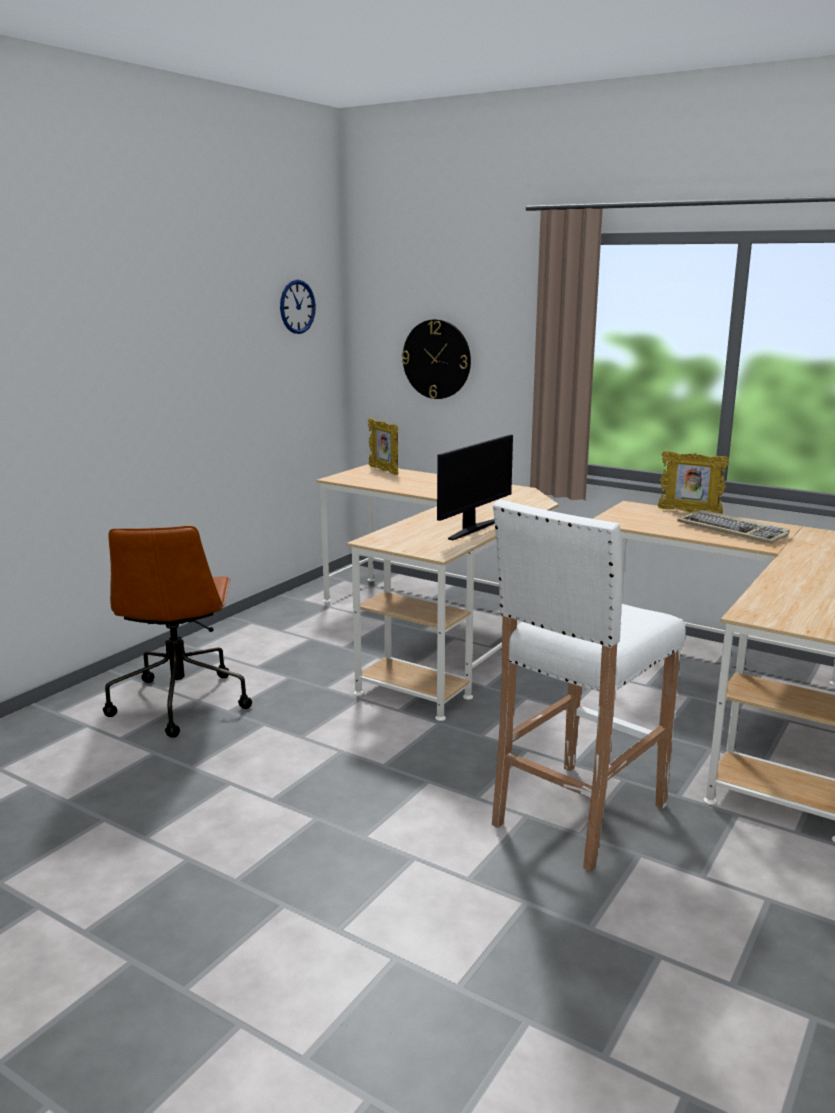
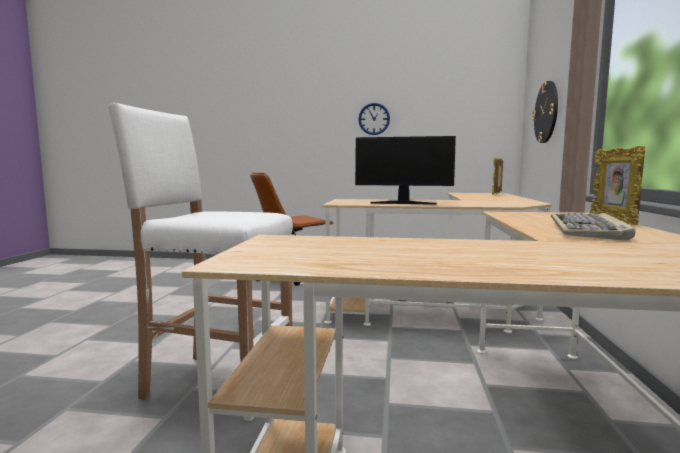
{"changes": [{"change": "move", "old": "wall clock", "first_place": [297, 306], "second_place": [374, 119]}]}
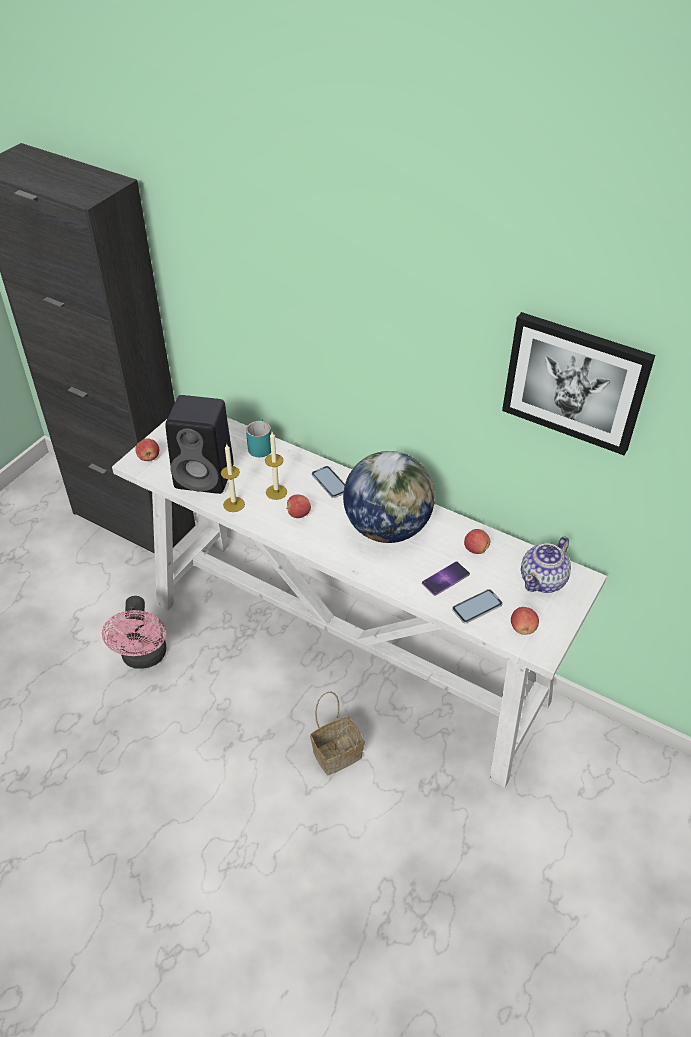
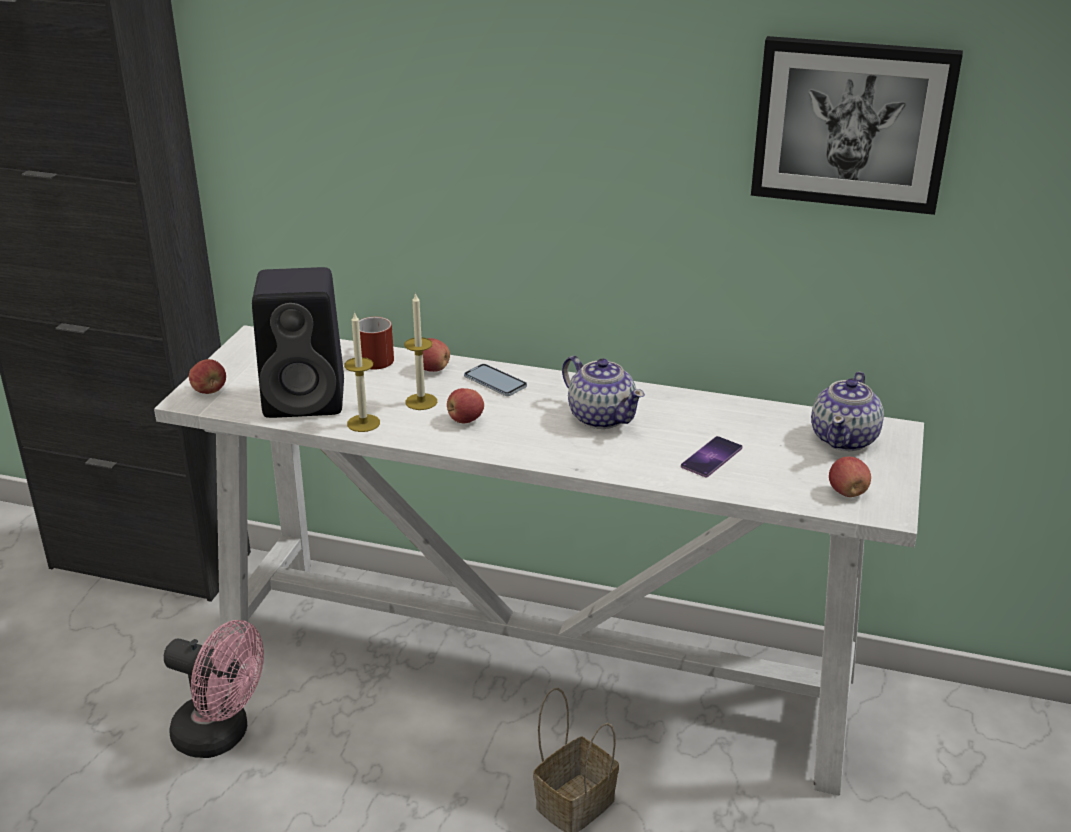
{"changes": [{"change": "delete", "old": "phone", "first_place": [477, 607]}, {"change": "move", "old": "apple", "first_place": [475, 549], "second_place": [432, 369]}, {"change": "replace", "old": "globe", "new": "teapot", "first_place": [387, 528], "second_place": [601, 417]}, {"change": "recolor", "old": "blue-green tea mug", "new": "red tea mug", "first_place": [259, 446], "second_place": [373, 357]}, {"change": "rotate", "old": "pink electric fan", "first_place": [144, 657], "second_place": [221, 735], "degrees": -45}]}
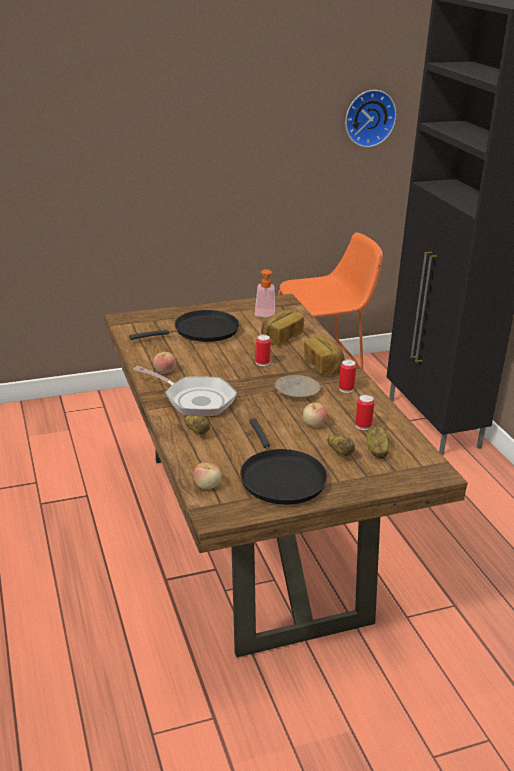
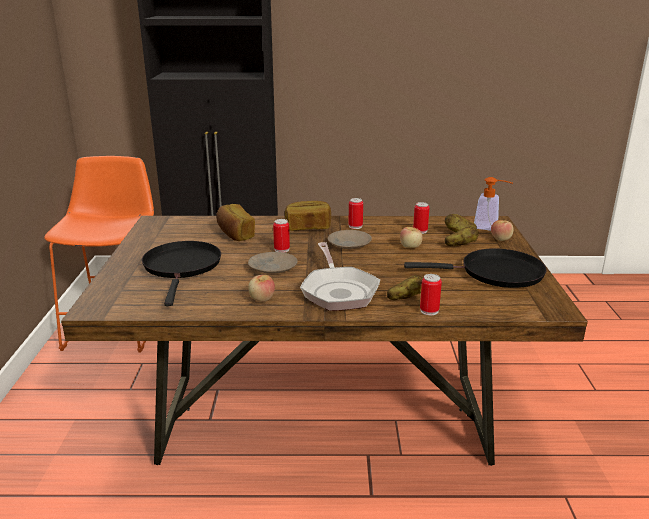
{"changes": [{"change": "delete", "old": "wall clock", "first_place": [368, 117]}, {"change": "insert", "new": "beige-coloured flat dish", "second_place": [272, 268]}, {"change": "insert", "new": "sealed can", "second_place": [429, 311]}, {"change": "move", "old": "apple", "first_place": [207, 486], "second_place": [500, 239]}, {"change": "move", "old": "liquid soap bottle", "first_place": [264, 315], "second_place": [490, 227]}, {"change": "rotate", "old": "skillet", "first_place": [195, 400], "second_place": [338, 291], "degrees": 120}]}
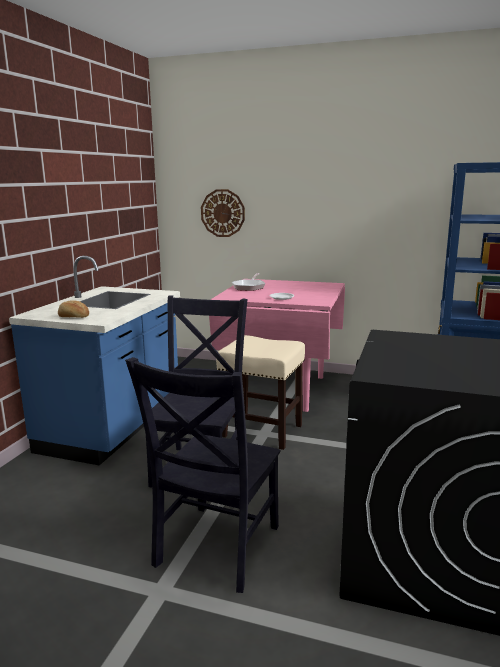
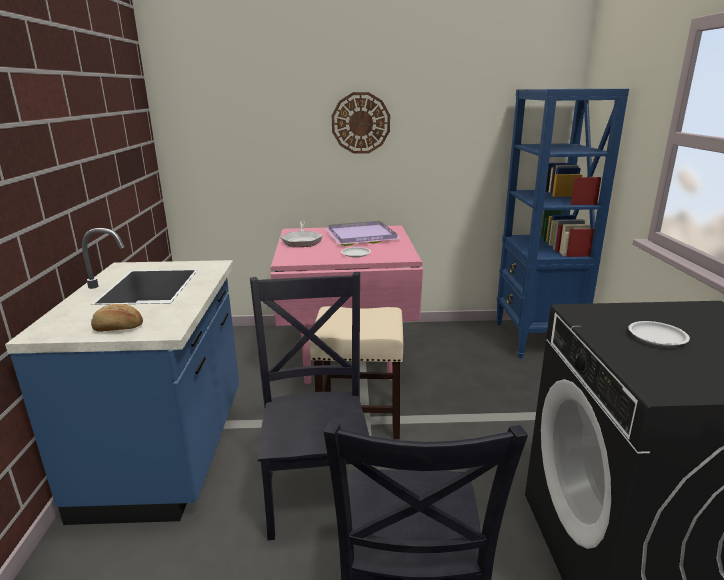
{"changes": [{"change": "insert", "new": "purple-coloured serving tray", "second_place": [360, 236]}, {"change": "insert", "new": "whitish flat dish", "second_place": [657, 337]}, {"change": "move", "old": "wall clock", "first_place": [222, 213], "second_place": [360, 123]}]}
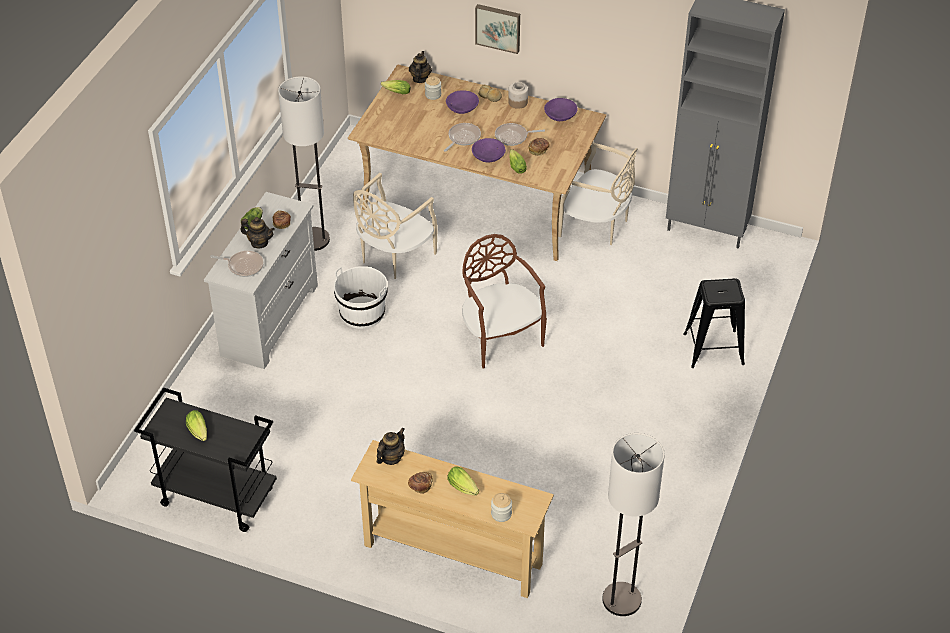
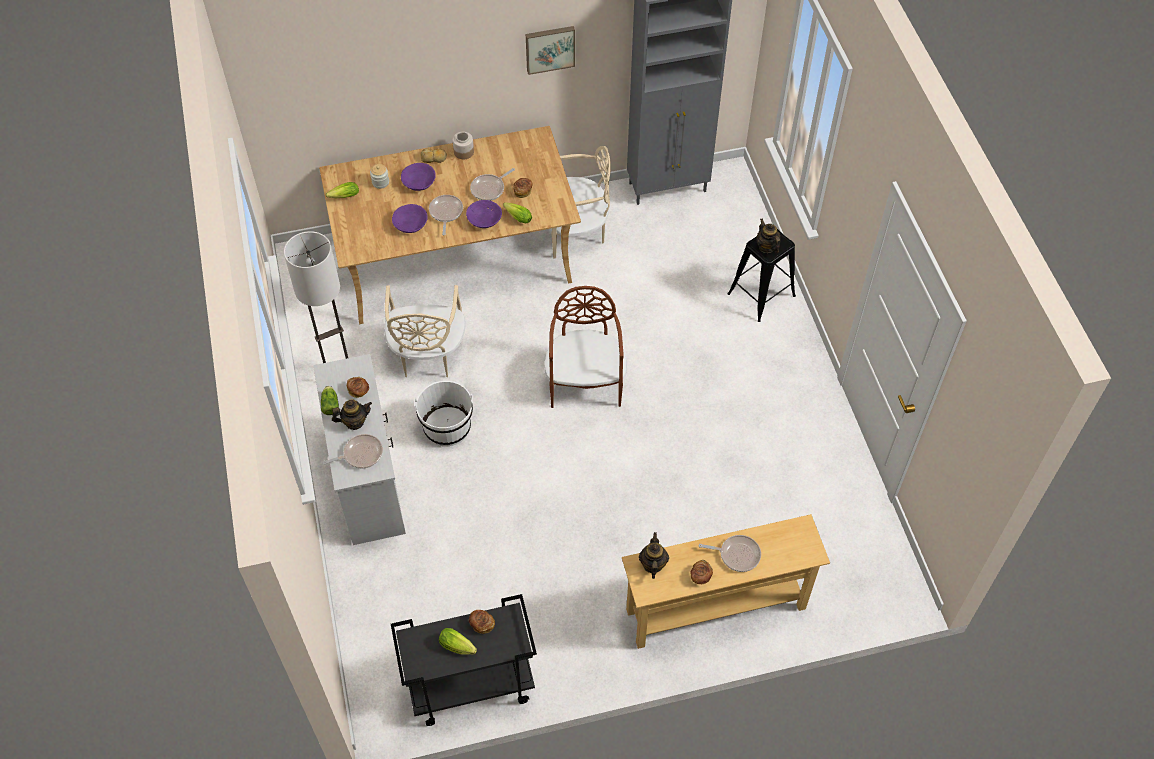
{"changes": [{"change": "delete", "old": "jar", "first_place": [501, 514]}, {"change": "delete", "old": "standard lamp", "first_place": [621, 600]}, {"change": "insert", "new": "bakery bread", "second_place": [481, 624]}, {"change": "move", "old": "teapot", "first_place": [420, 78], "second_place": [766, 246]}, {"change": "move", "old": "wall picture", "first_place": [498, 27], "second_place": [549, 48]}, {"change": "move", "old": "purple-coloured serving bowl", "first_place": [560, 115], "second_place": [410, 224]}, {"change": "replace", "old": "lettuce", "new": "skillet", "first_place": [464, 488], "second_place": [737, 554]}, {"change": "rotate", "old": "brownish chair", "first_place": [500, 337], "second_place": [585, 382], "degrees": 60}]}
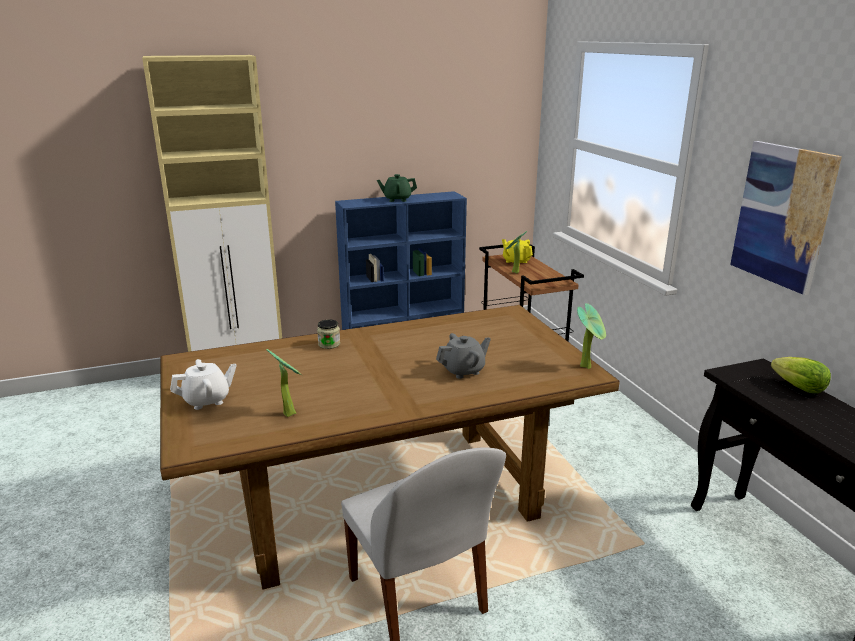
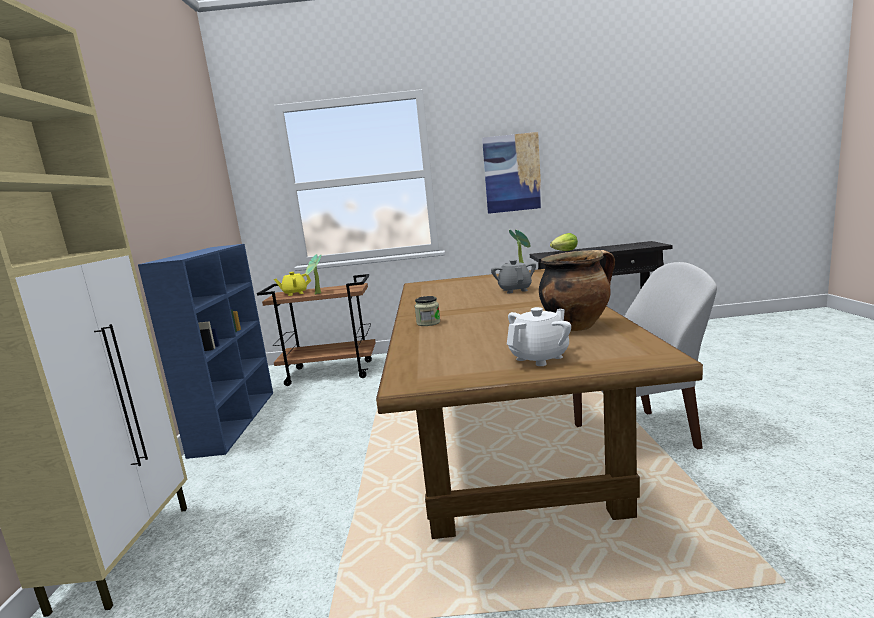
{"changes": [{"change": "delete", "old": "green teapot", "first_place": [397, 199]}, {"change": "replace", "old": "potted plant", "new": "stockpot", "first_place": [290, 412], "second_place": [576, 326]}, {"change": "rotate", "old": "whitish teapot", "first_place": [207, 400], "second_place": [540, 358], "degrees": 60}]}
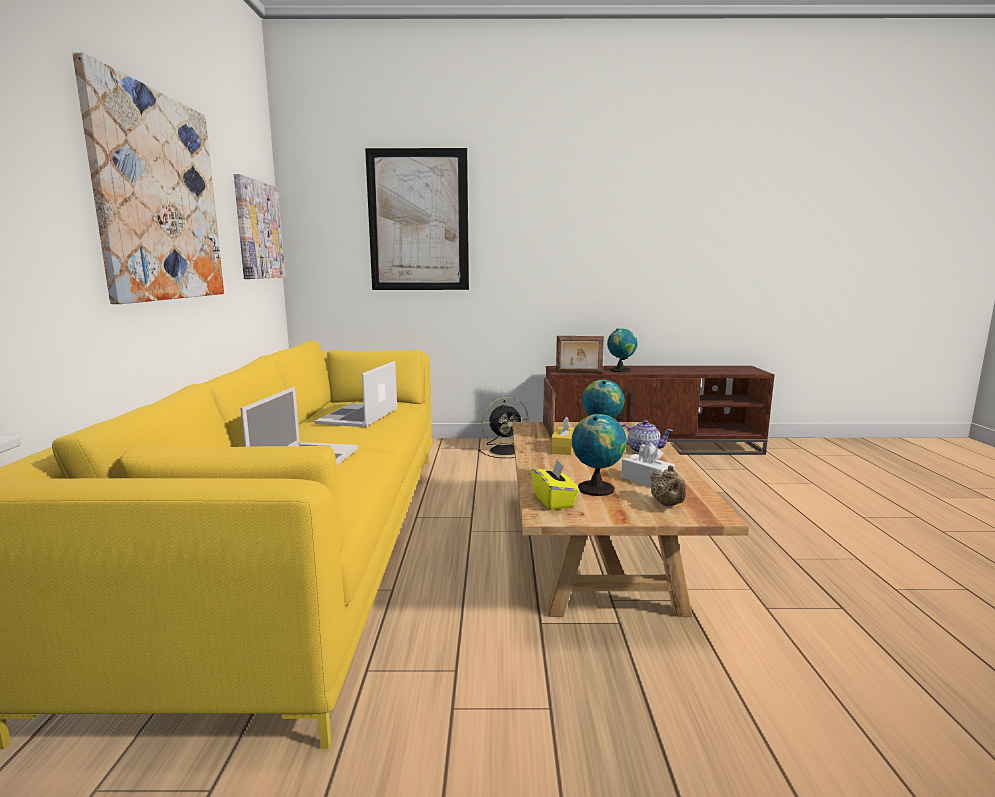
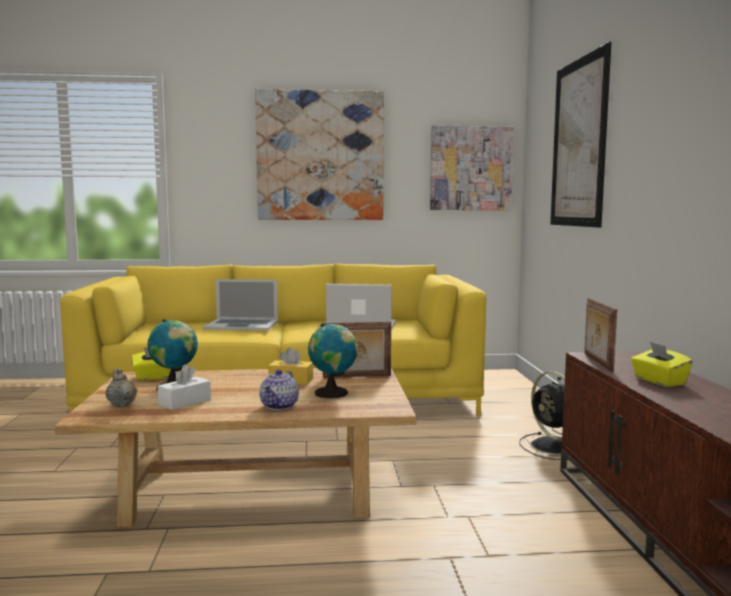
{"changes": [{"change": "replace", "old": "globe", "new": "yellowish box of tissues", "first_place": [621, 370], "second_place": [659, 381]}, {"change": "rotate", "old": "beige-coloured teapot", "first_place": [667, 504], "second_place": [121, 404], "degrees": 75}]}
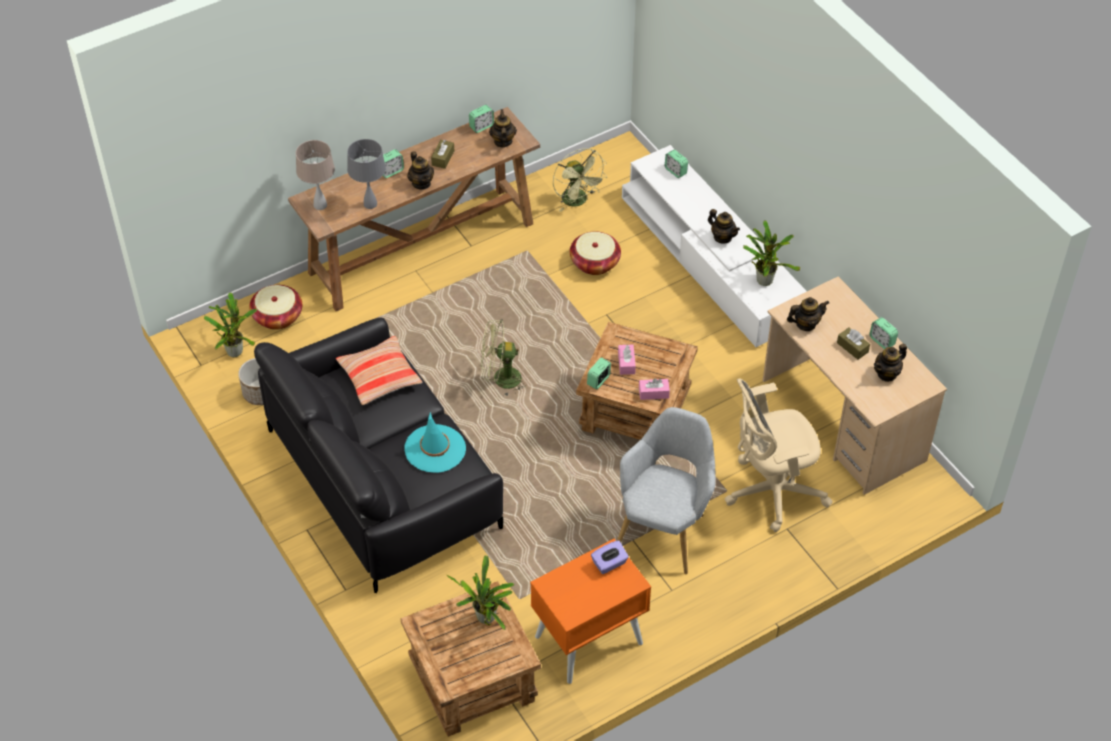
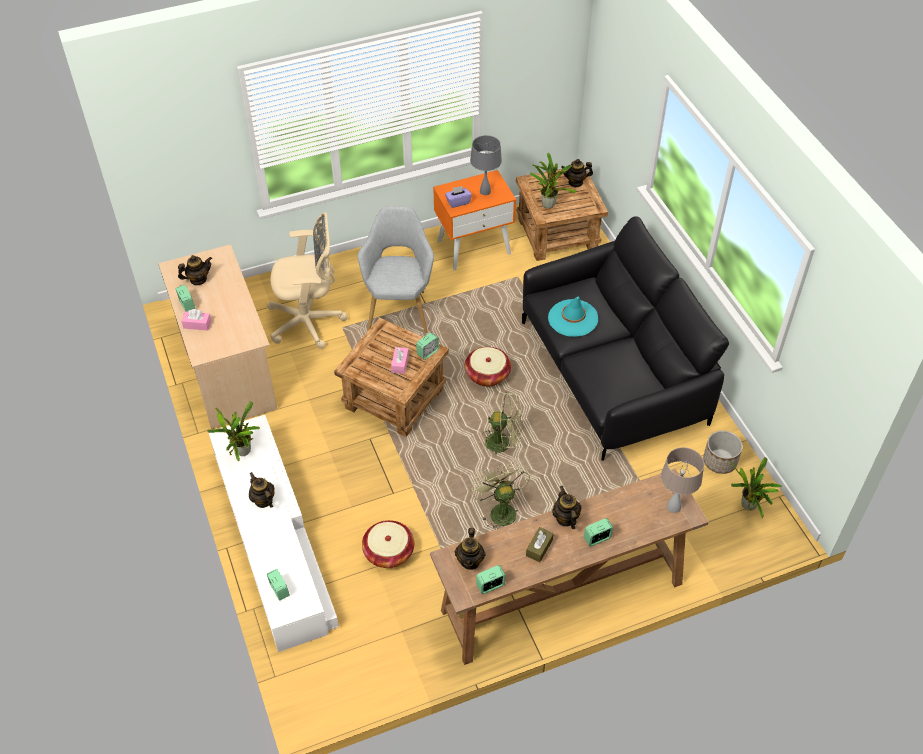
{"changes": [{"change": "delete", "old": "cushion", "first_place": [379, 376]}, {"change": "delete", "old": "brownish box of tissues", "first_place": [852, 347]}, {"change": "move", "old": "basket", "first_place": [277, 316], "second_place": [487, 374]}, {"change": "move", "old": "gray table lamp", "first_place": [370, 204], "second_place": [485, 191]}, {"change": "move", "old": "green electric fan", "first_place": [578, 201], "second_place": [499, 510]}, {"change": "move", "old": "pink box of tissues", "first_place": [653, 393], "second_place": [197, 324]}, {"change": "move", "old": "teapot", "first_place": [806, 324], "second_place": [575, 182]}, {"change": "rotate", "old": "gray armchair", "first_place": [664, 529], "second_place": [399, 307], "degrees": 150}]}
